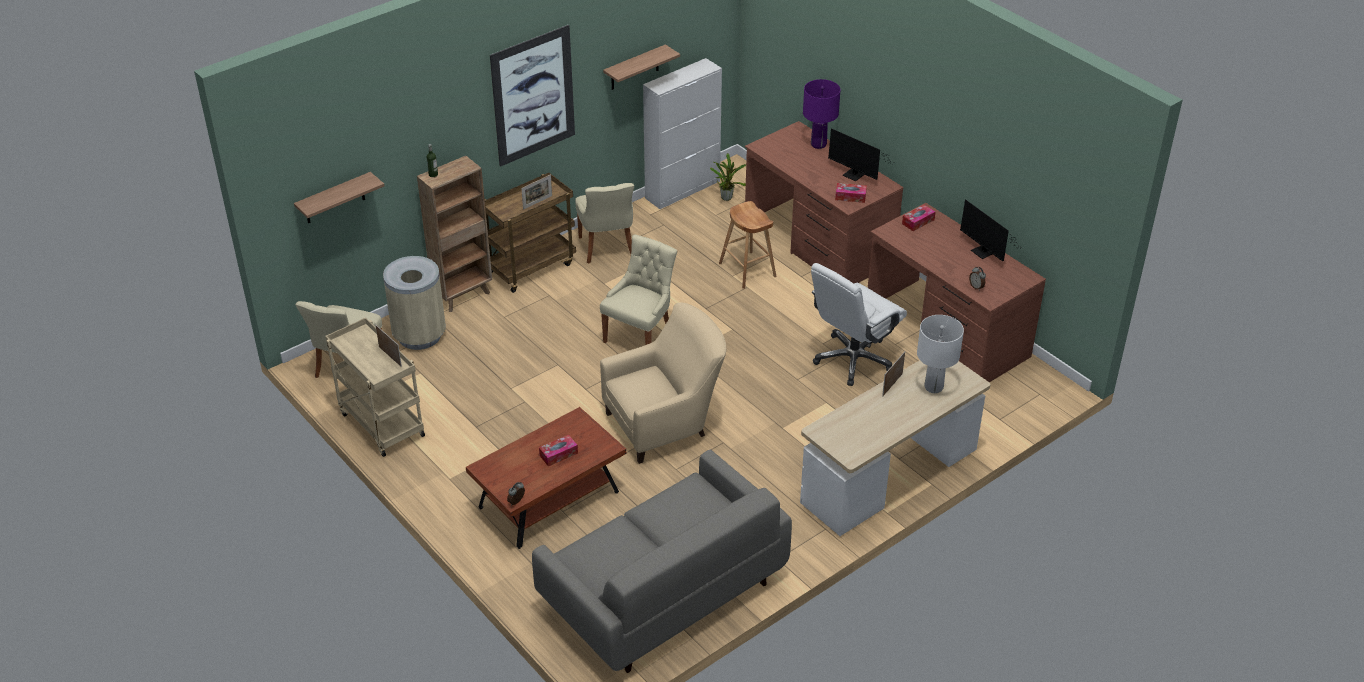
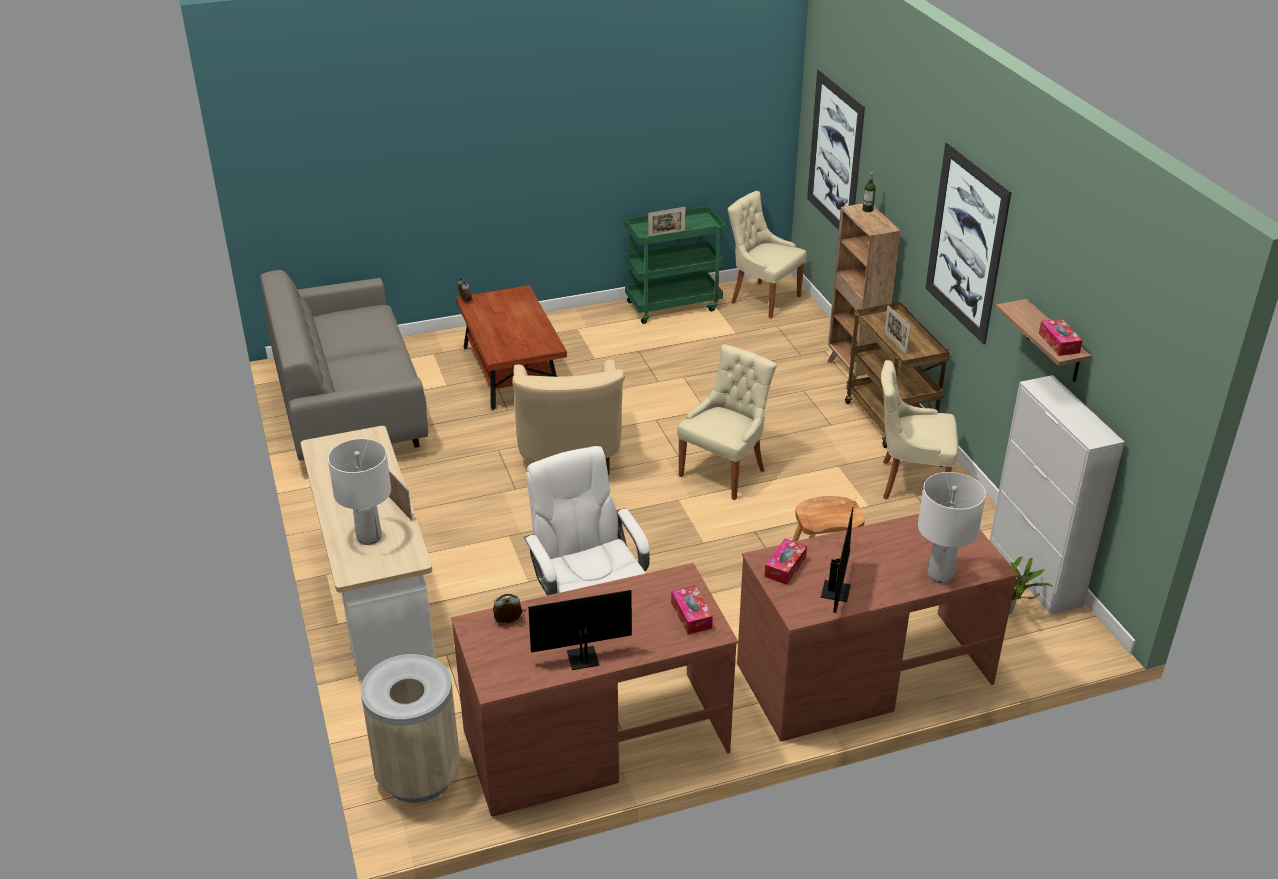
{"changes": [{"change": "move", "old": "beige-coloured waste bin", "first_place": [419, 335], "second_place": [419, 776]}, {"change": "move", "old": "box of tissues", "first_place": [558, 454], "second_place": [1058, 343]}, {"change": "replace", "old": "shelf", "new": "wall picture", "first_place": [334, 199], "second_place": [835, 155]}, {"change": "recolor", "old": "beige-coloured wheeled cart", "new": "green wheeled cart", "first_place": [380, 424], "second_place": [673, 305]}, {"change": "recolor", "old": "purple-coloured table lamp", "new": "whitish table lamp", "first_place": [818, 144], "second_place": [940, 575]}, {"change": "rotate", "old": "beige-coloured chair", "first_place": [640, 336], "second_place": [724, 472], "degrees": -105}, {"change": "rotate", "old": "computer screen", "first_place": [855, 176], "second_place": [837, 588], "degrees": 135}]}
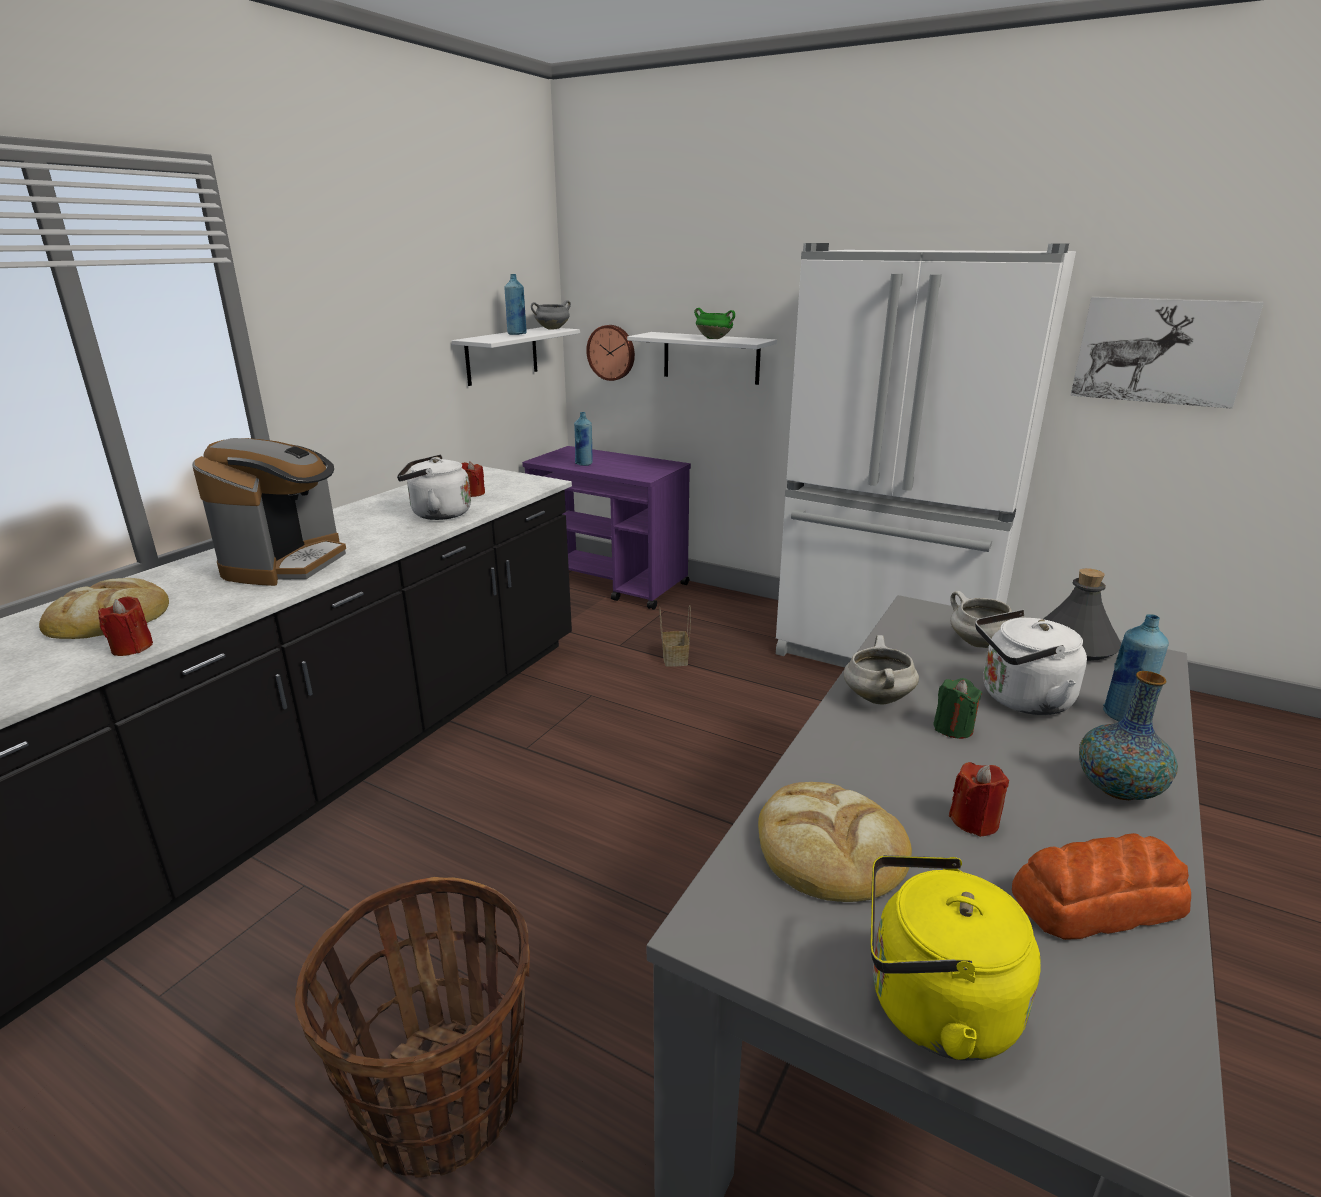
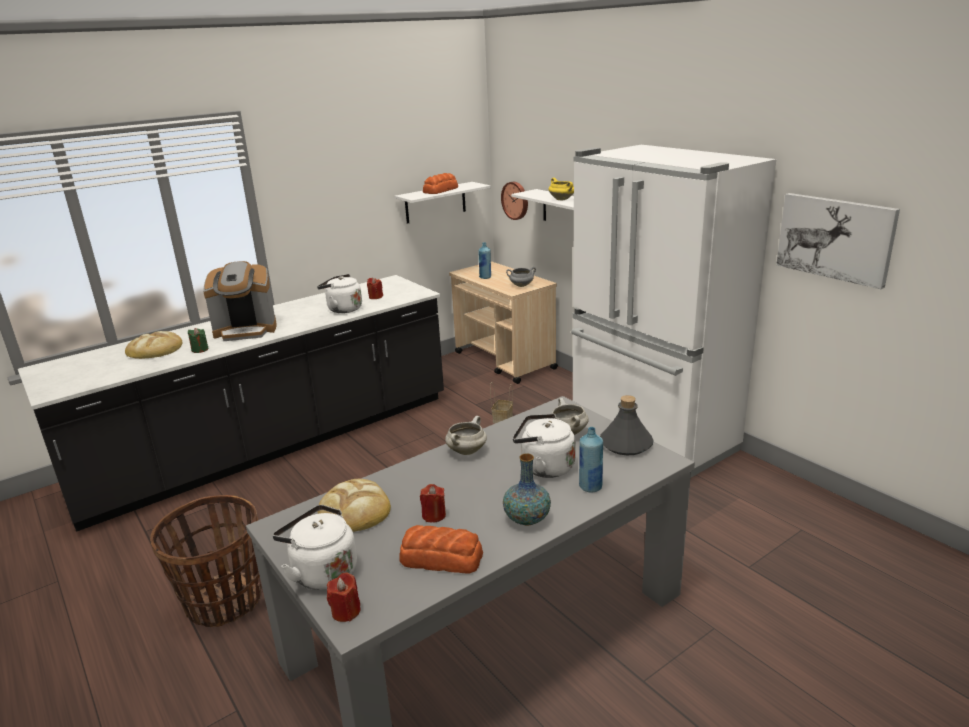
{"changes": [{"change": "move", "old": "red candle", "first_place": [132, 647], "second_place": [346, 611]}, {"change": "move", "old": "gray stockpot", "first_place": [552, 329], "second_place": [521, 286]}, {"change": "move", "old": "green candle", "first_place": [953, 728], "second_place": [200, 349]}, {"change": "replace", "old": "blue bottle", "new": "bakery bread", "first_place": [517, 334], "second_place": [441, 190]}, {"change": "recolor", "old": "purple-coloured wheeled cart", "new": "beige-coloured wheeled cart", "first_place": [611, 583], "second_place": [505, 361]}, {"change": "recolor", "old": "green stockpot", "new": "yellowish stockpot", "first_place": [714, 338], "second_place": [562, 199]}, {"change": "recolor", "old": "yellowish tea kettle", "new": "whitish tea kettle", "first_place": [932, 1006], "second_place": [321, 571]}, {"change": "rotate", "old": "coffee brewer", "first_place": [287, 563], "second_place": [246, 330], "degrees": 45}]}
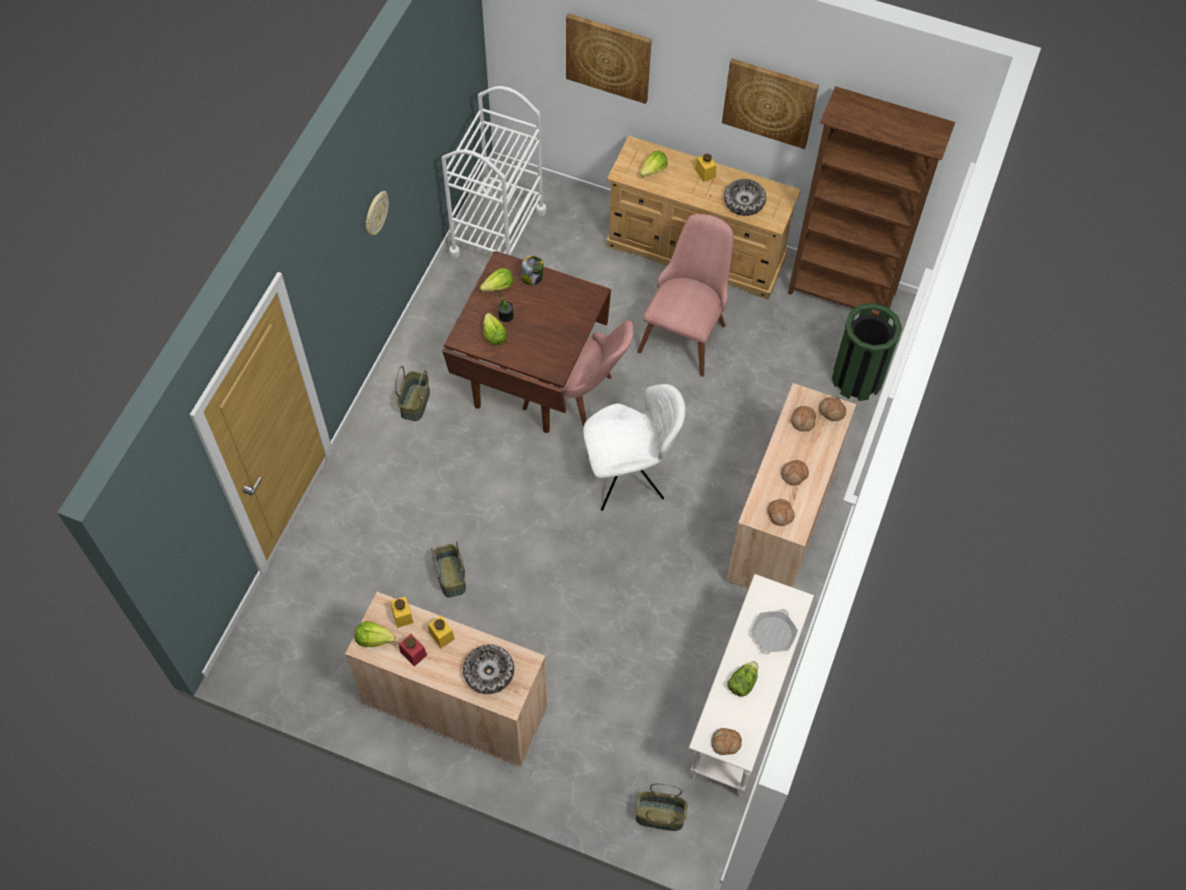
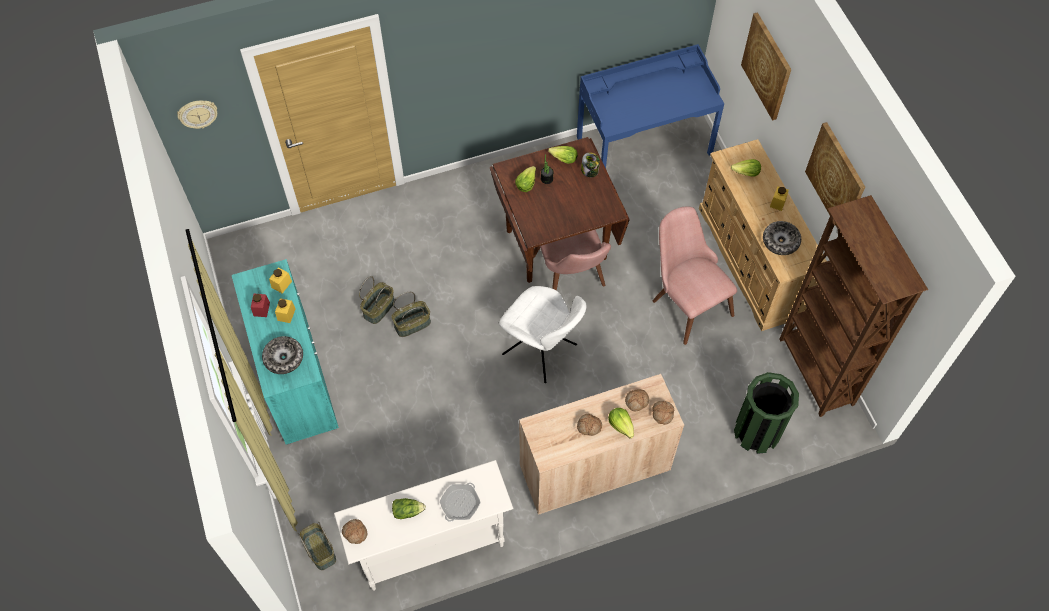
{"changes": [{"change": "delete", "old": "bakery bread", "first_place": [780, 514]}, {"change": "move", "old": "lettuce", "first_place": [374, 638], "second_place": [621, 425]}, {"change": "move", "old": "wall clock", "first_place": [375, 214], "second_place": [198, 113]}, {"change": "move", "old": "basket", "first_place": [414, 402], "second_place": [412, 323]}, {"change": "replace", "old": "whitish wheeled cart", "new": "blue desk", "first_place": [498, 233], "second_place": [643, 144]}, {"change": "recolor", "old": "beige-coloured cabinet", "new": "blue-green cabinet", "first_place": [455, 705], "second_place": [296, 378]}, {"change": "rotate", "old": "pink chair", "first_place": [686, 329], "second_place": [685, 301], "degrees": -105}, {"change": "rotate", "old": "skillet", "first_place": [773, 634], "second_place": [460, 504], "degrees": 135}]}
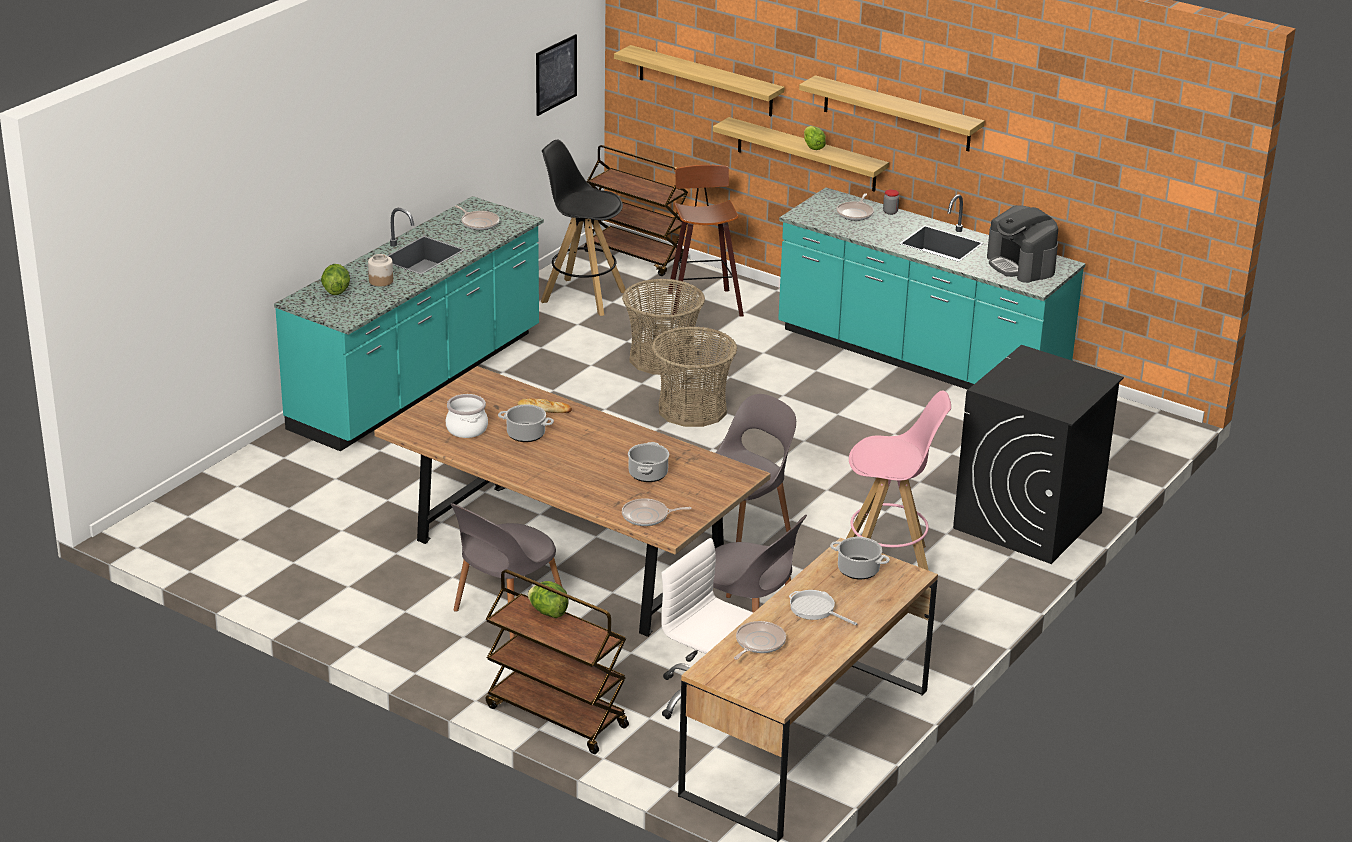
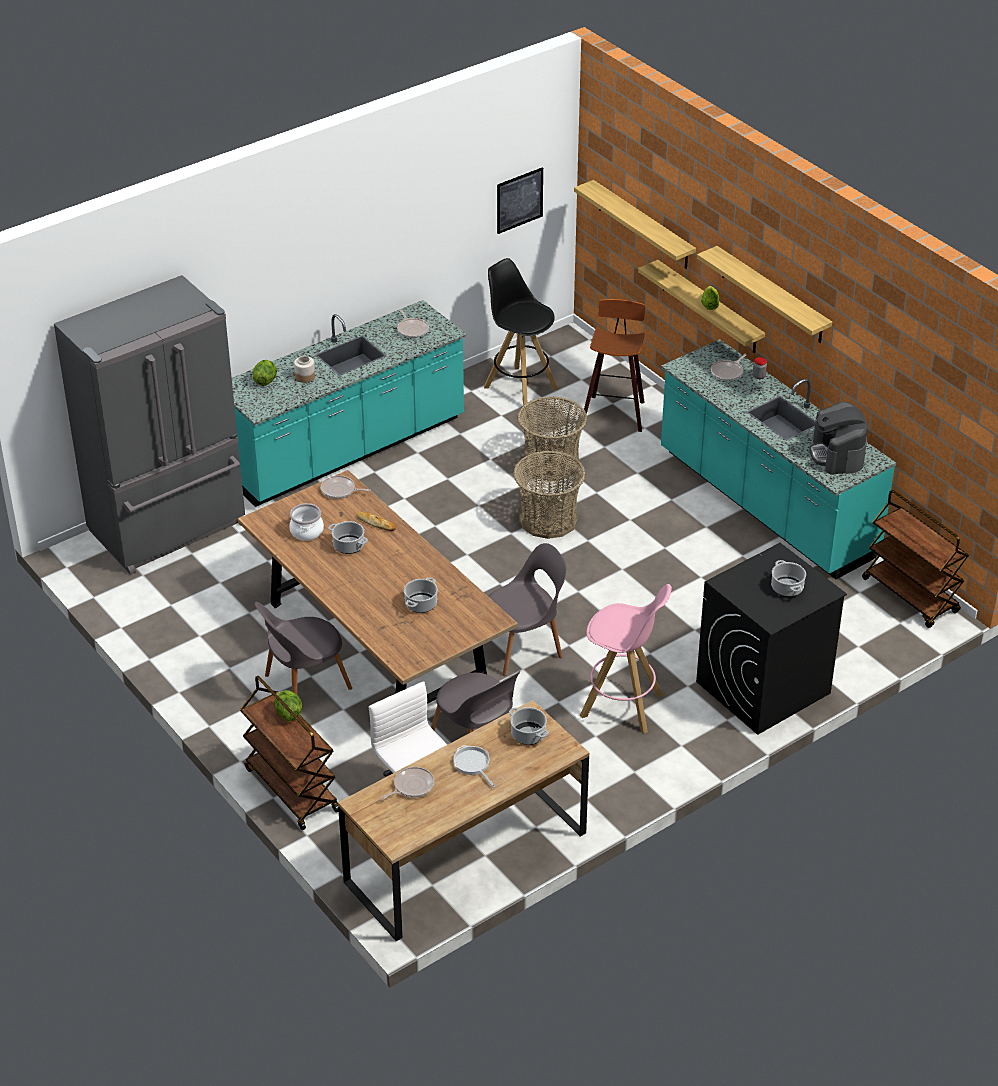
{"changes": [{"change": "insert", "new": "gray fridge", "second_place": [170, 529]}, {"change": "insert", "new": "stockpot", "second_place": [786, 587]}, {"change": "move", "old": "brownish wheeled cart", "first_place": [636, 257], "second_place": [911, 596]}, {"change": "move", "old": "skillet", "first_place": [647, 516], "second_place": [340, 490]}]}
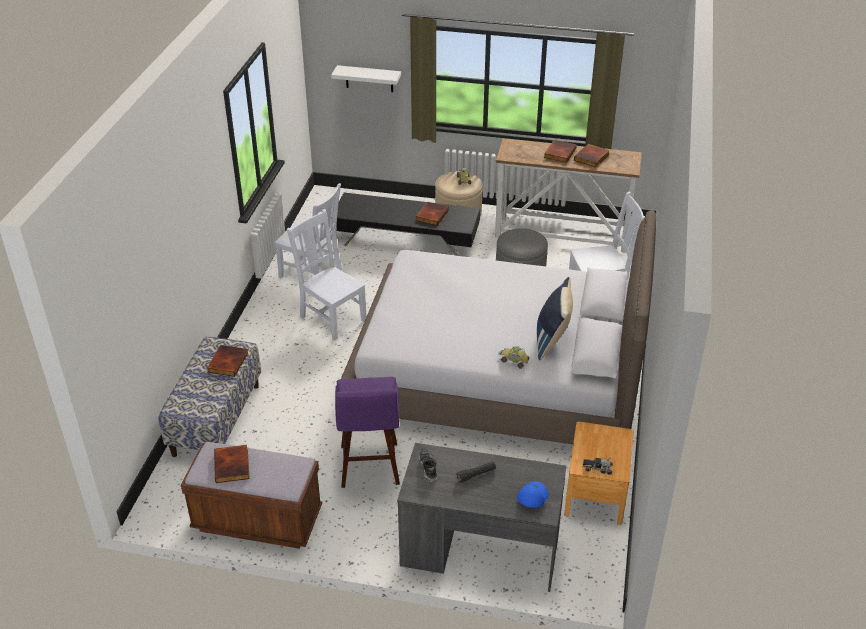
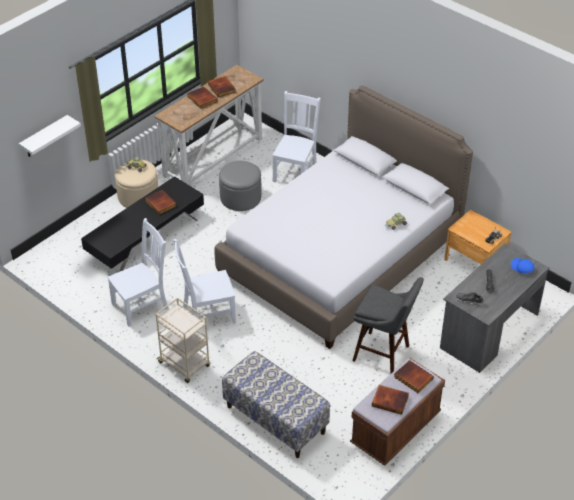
{"changes": [{"change": "delete", "old": "blue cushion", "first_place": [552, 340]}, {"change": "insert", "new": "beige-coloured wheeled cart", "second_place": [185, 365]}, {"change": "move", "old": "bound book", "first_place": [227, 362], "second_place": [412, 378]}, {"change": "recolor", "old": "purple-coloured sitting stool", "new": "gray sitting stool", "first_place": [369, 468], "second_place": [384, 354]}]}
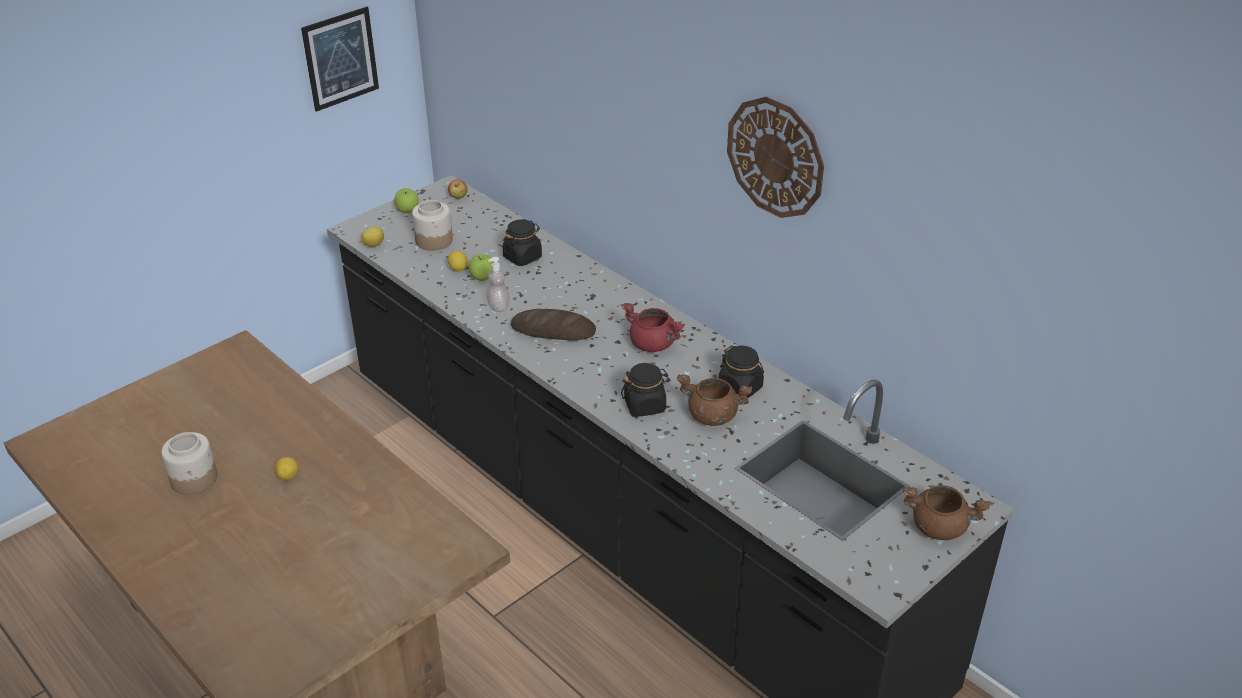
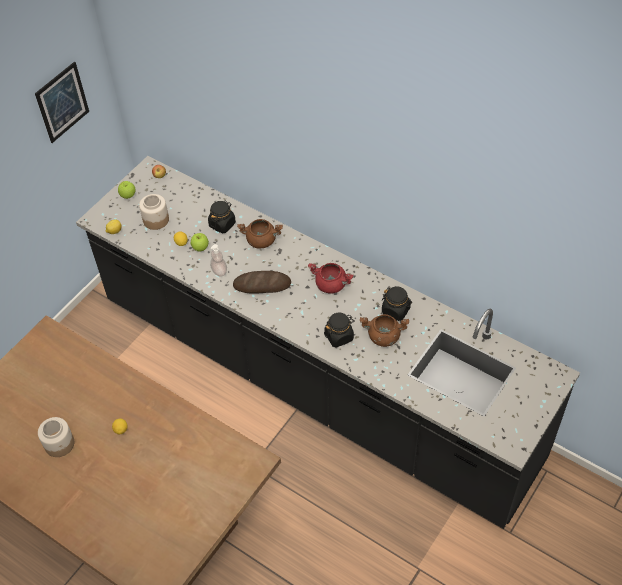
{"changes": [{"change": "delete", "old": "wall clock", "first_place": [775, 157]}, {"change": "move", "old": "brownish stockpot", "first_place": [939, 527], "second_place": [261, 240]}]}
